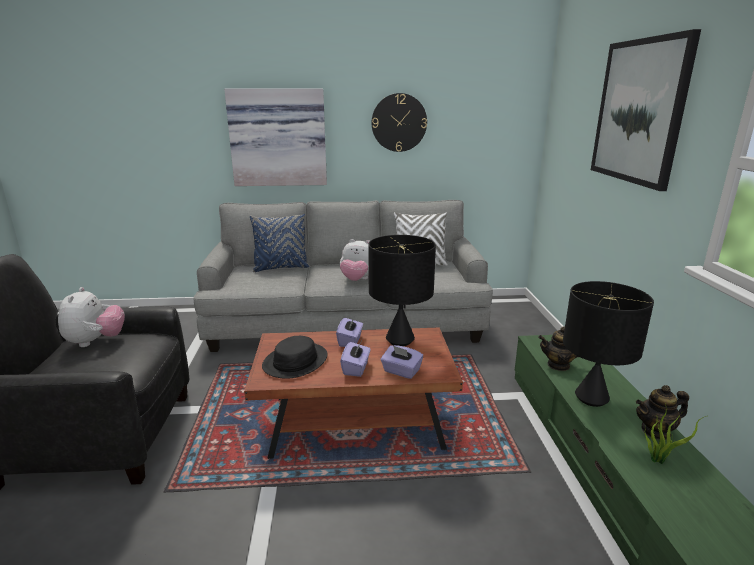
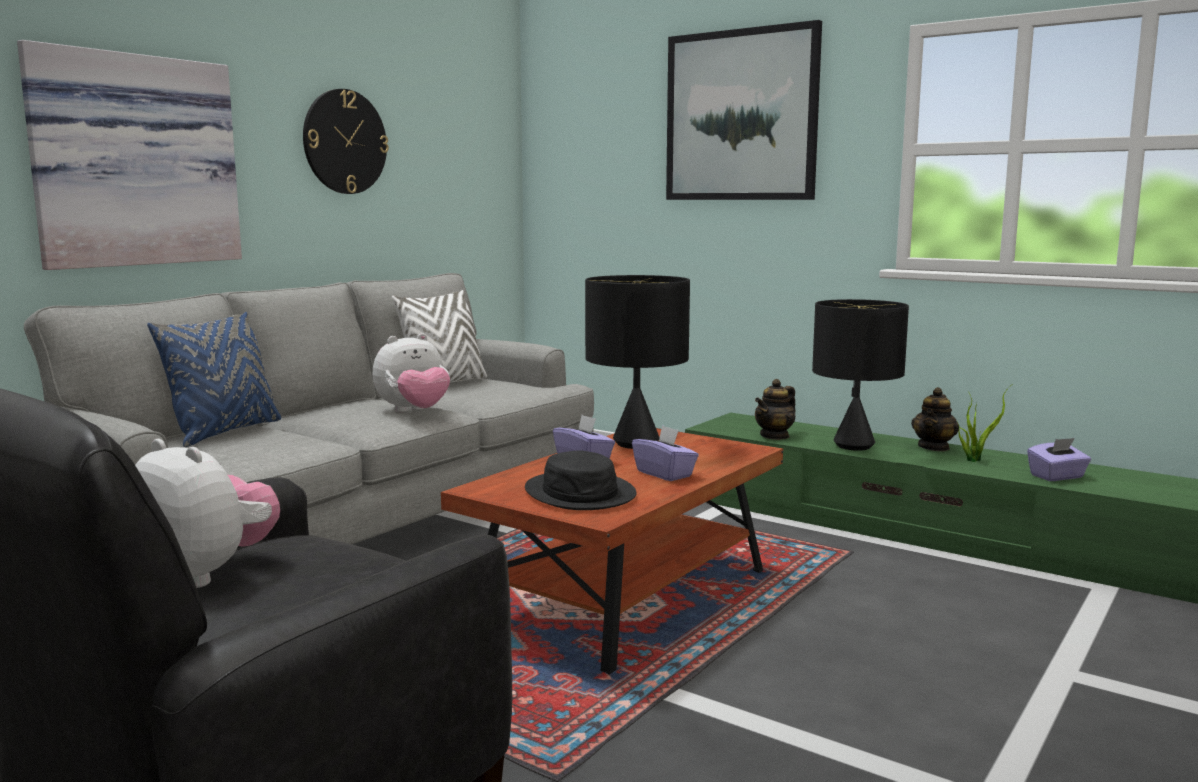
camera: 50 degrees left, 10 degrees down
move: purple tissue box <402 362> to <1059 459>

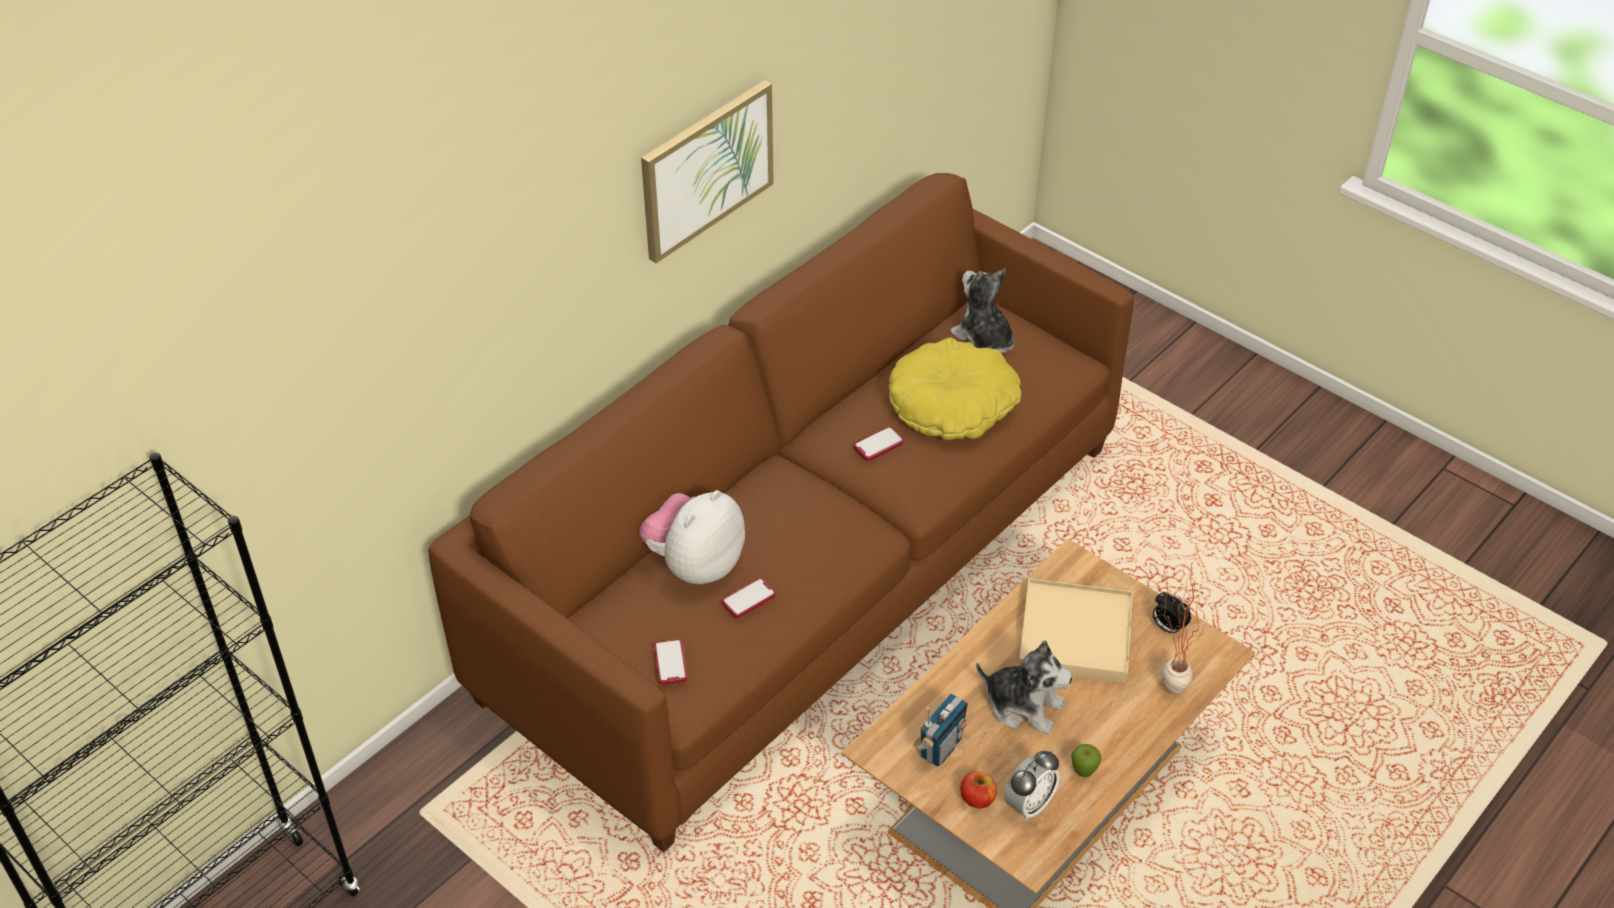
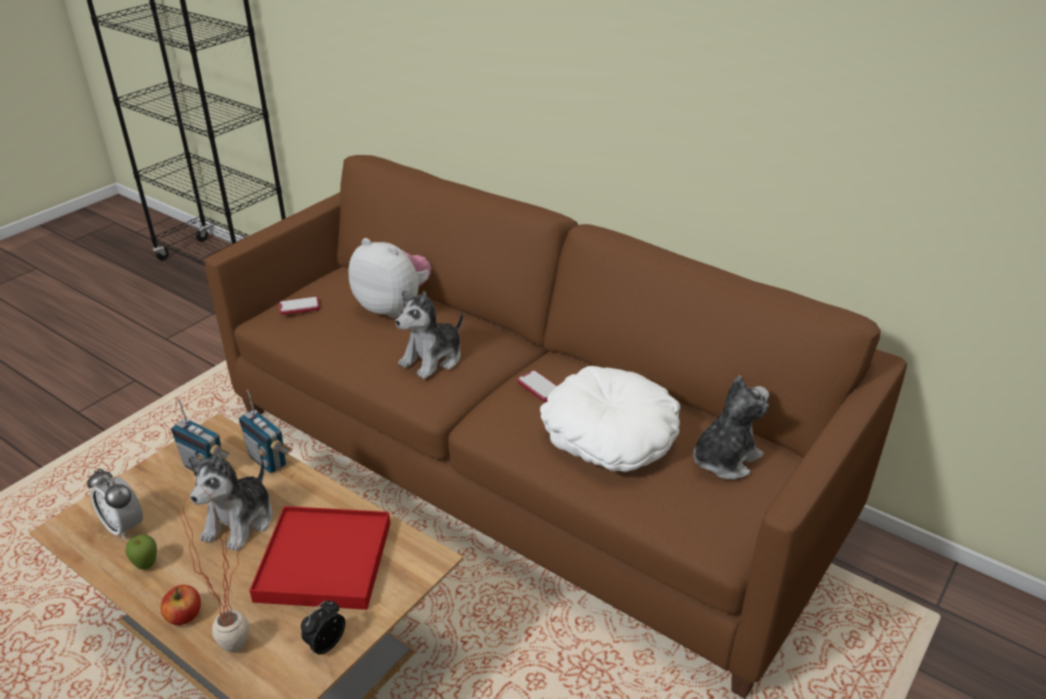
camera: 85 degrees right, 10 degrees down
delete: picture <707 171>; phone <749 598>
insert: plush toy <429 334>; radio <265 431>
move: apple <978 790> to <181 605>
recolor: yellow pillow <955 389> to white pillow <610 419>; beige tray <1076 630> to red tray <319 558>

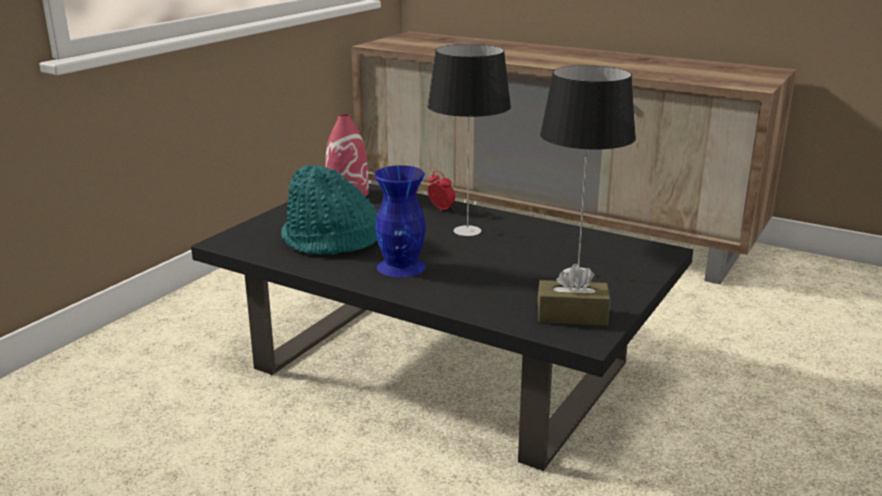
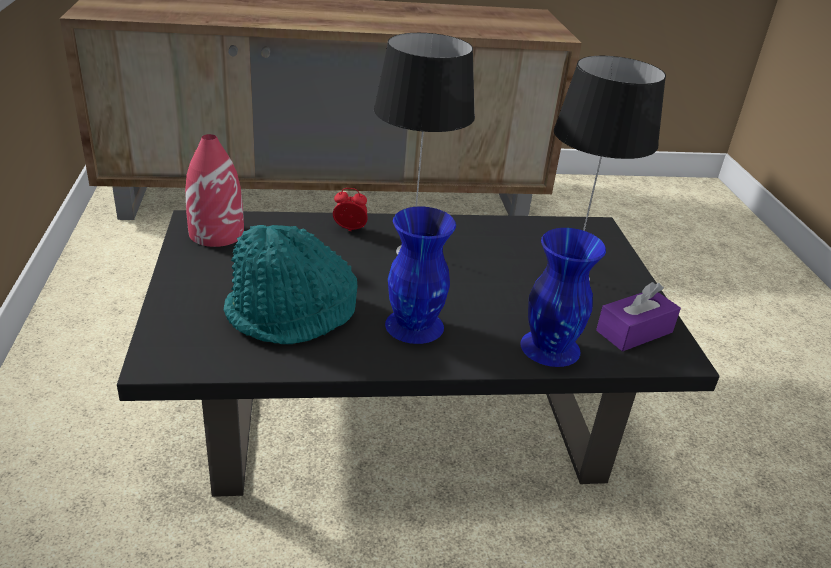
camera: 40 degrees left, 10 degrees up
insert: blue vase <563 297>
recolor: brown tissue box <574 295> to purple tissue box <638 316>

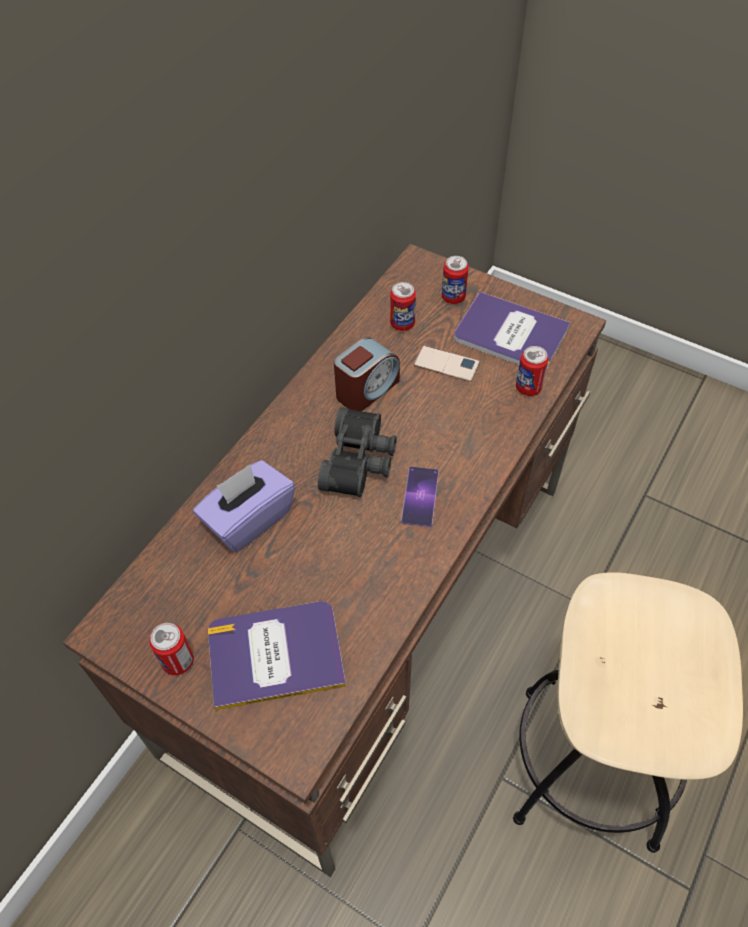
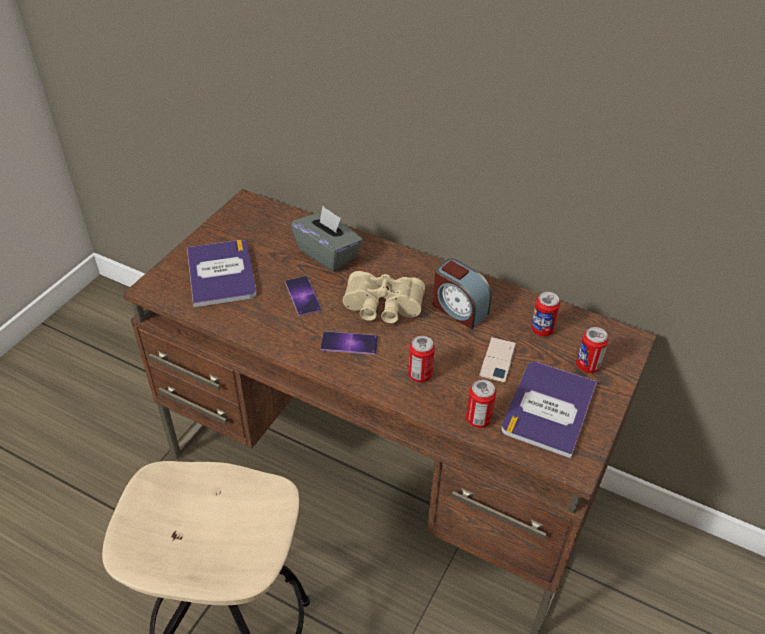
camera: 85 degrees right, 10 degrees down
insert: phone <303 296>
move: can <171 649> to <421 359>
recolor: black binoculars <357 452> to beige binoculars <384 297>; purple tissue box <244 506> to grey tissue box <327 239>

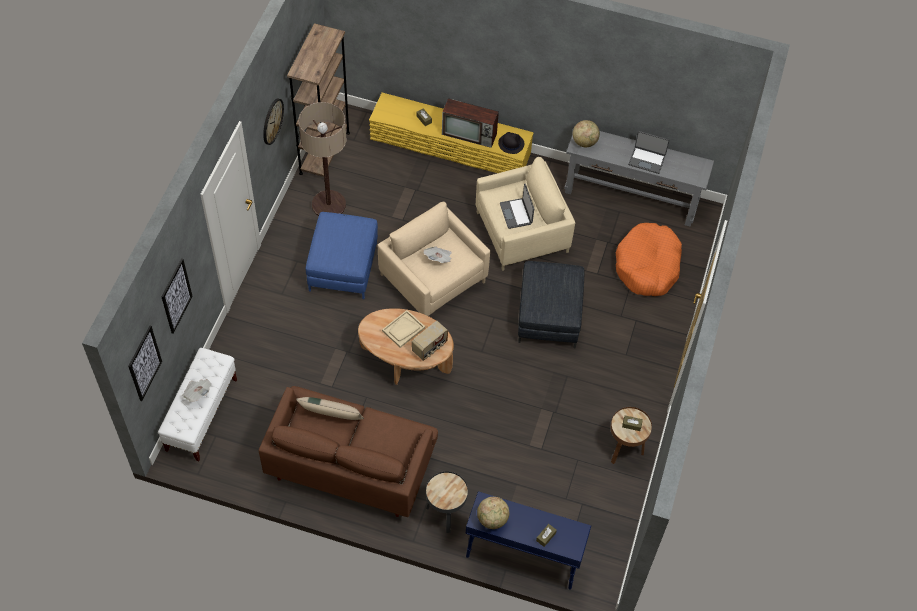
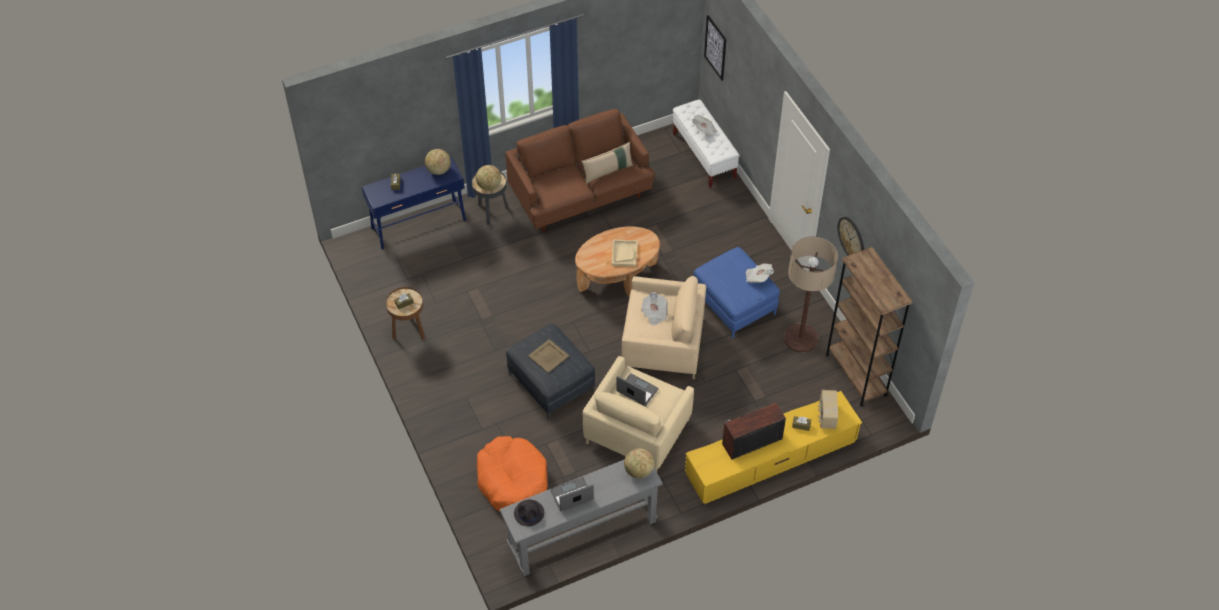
camera: 140 degrees right, 5 degrees down
delete: picture <176 296>
insert: globe <488 178>; newspaper <760 273>; beige tray <548 356>
move: black hat <511 143> to <529 513>; radio <430 341> to <828 409>

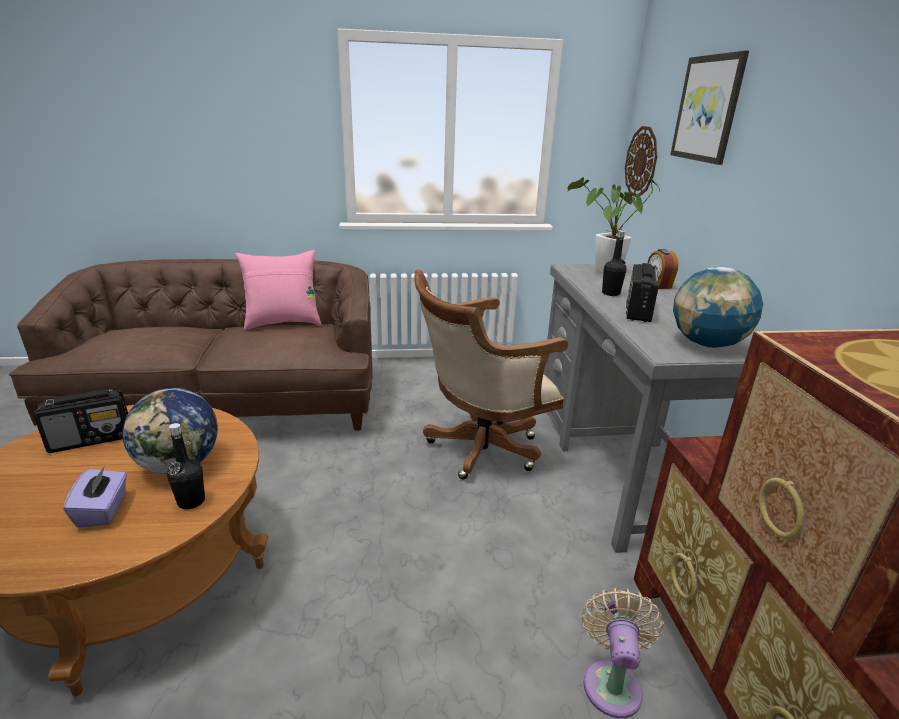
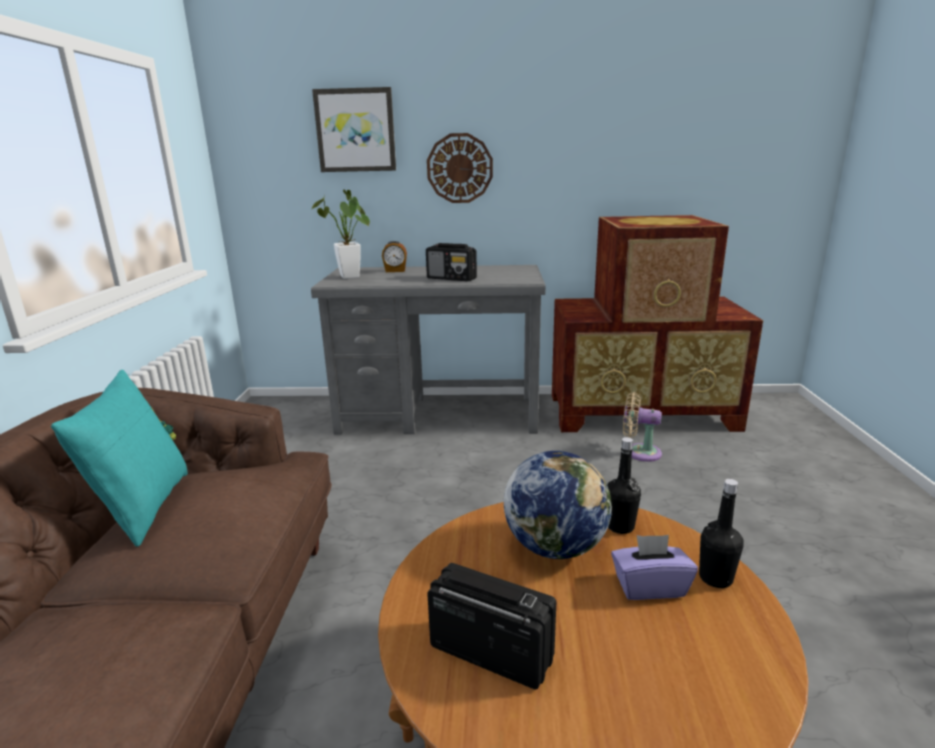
camera: 80 degrees left, 5 degrees down
delete: globe <718 307>; office chair <491 374>
move: wall clock <641 161> to <460 168>; black bottle <614 263> to <721 533>
recolor: pink pillow <278 290> to turquoise pillow <119 458>
rotate: radio <81 421> = <491 626> 45 degrees counterclockwise

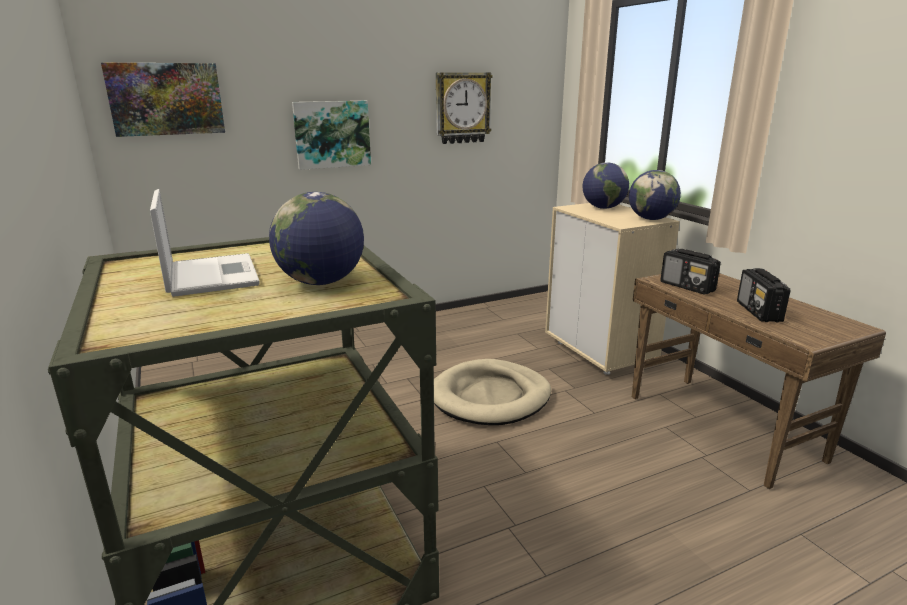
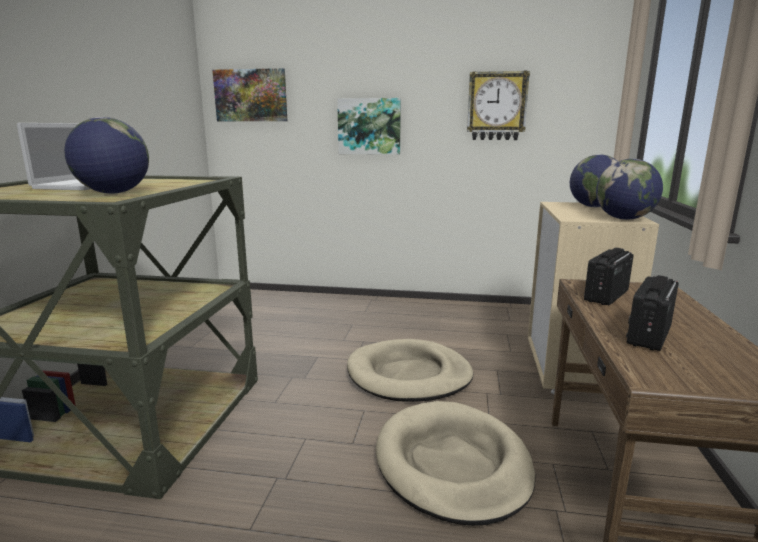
camera: 35 degrees right, 5 degrees down
insert: beige dog bed <456 463>
rotate: radio <690 272> = <609 276> 45 degrees clockwise

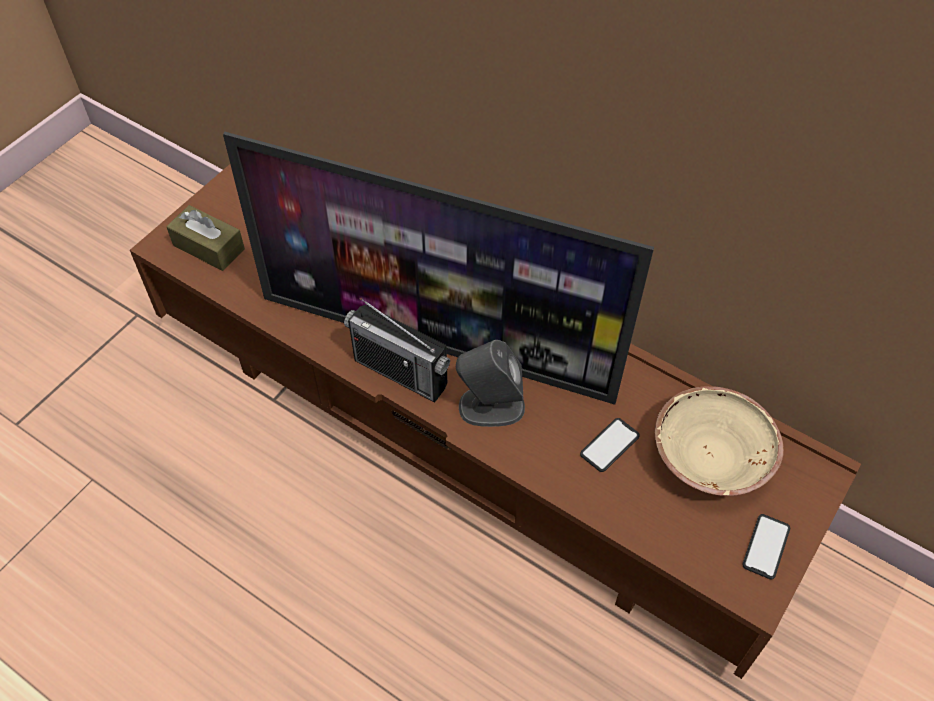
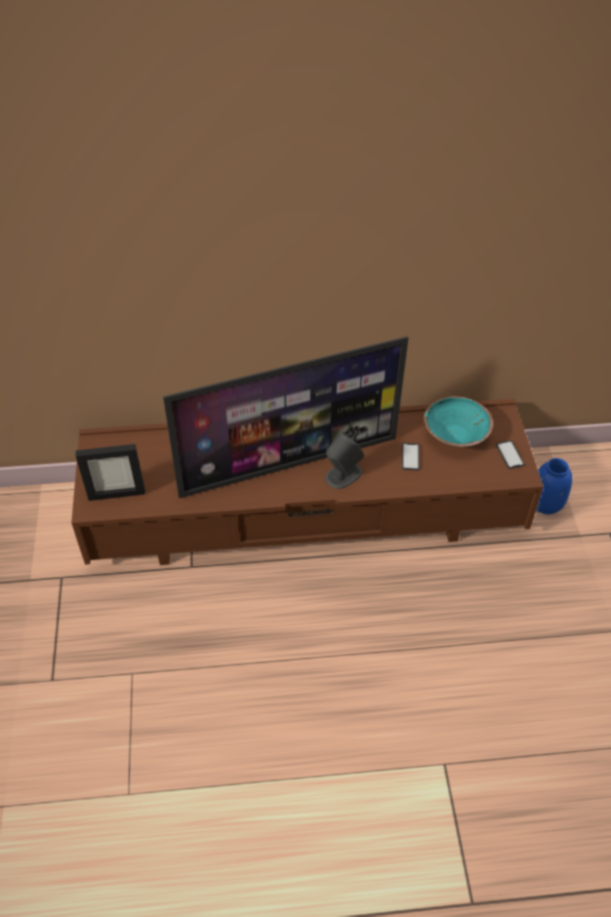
camera: 40 degrees left, 5 degrees down
delete: radio <397 350>
insert: blue vase <554 486>
replace: brown tissue box <205 238> to picture frame <110 472>
recolor: beige bowl <719 441> to turquoise bowl <458 421>

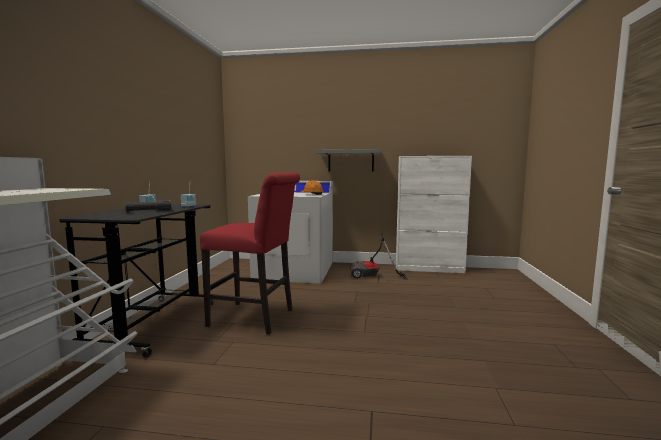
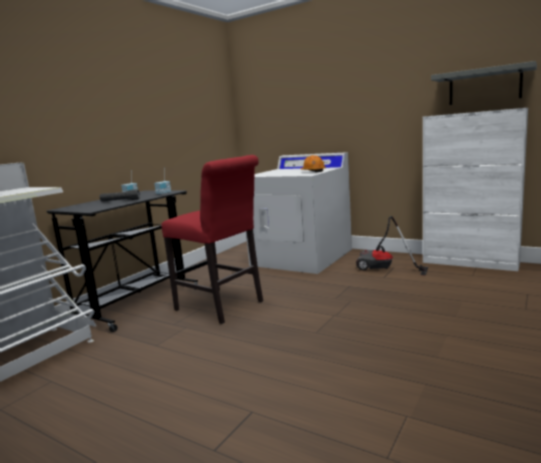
camera: 25 degrees right, 5 degrees up
move: grey shelf <349 160> to <484 83>

